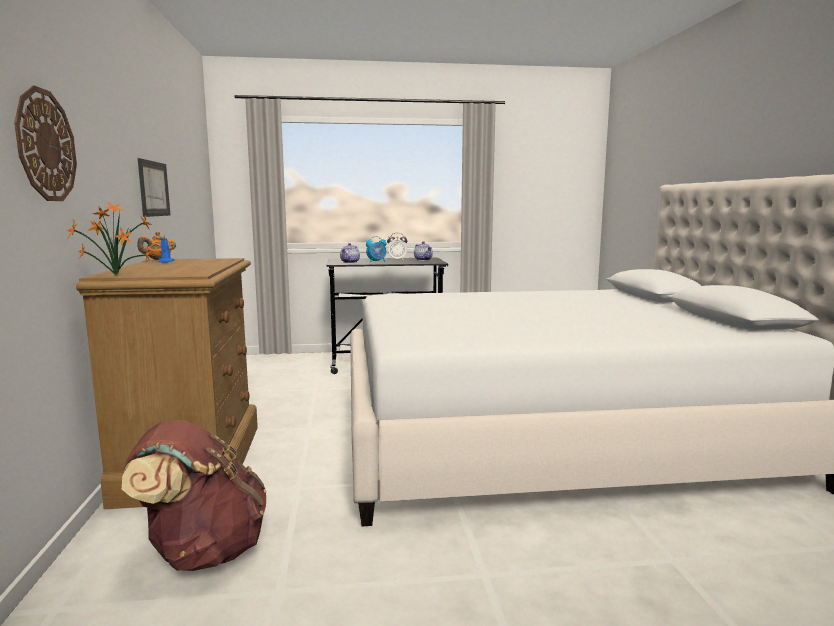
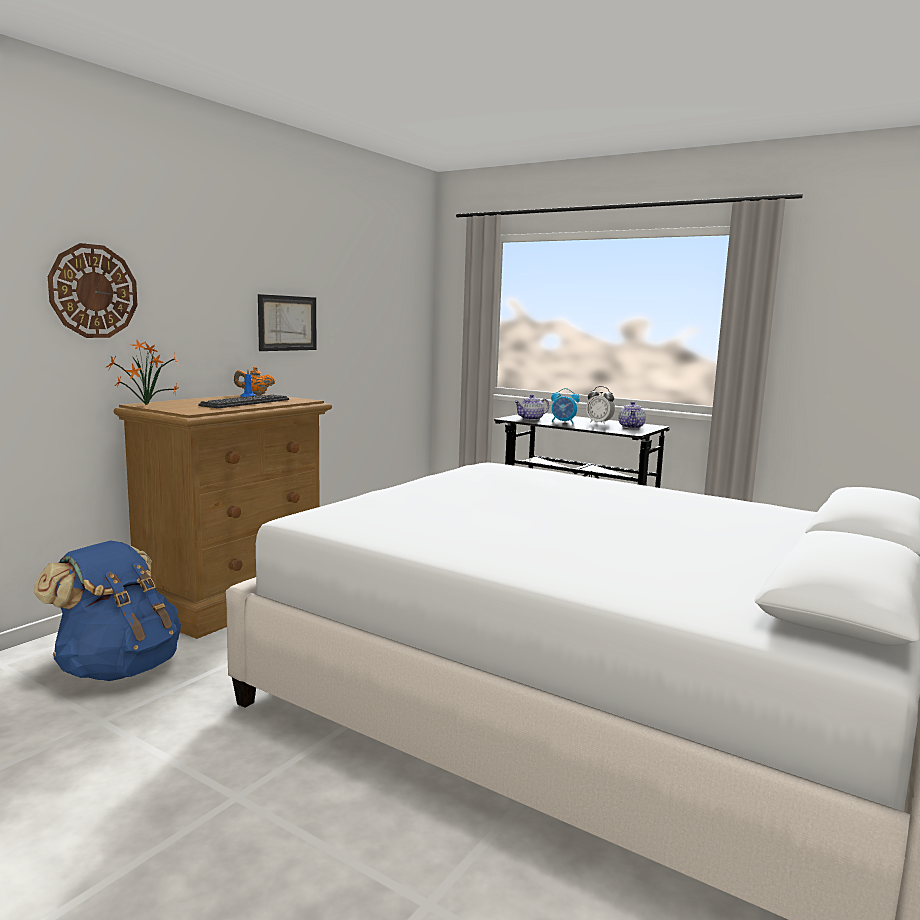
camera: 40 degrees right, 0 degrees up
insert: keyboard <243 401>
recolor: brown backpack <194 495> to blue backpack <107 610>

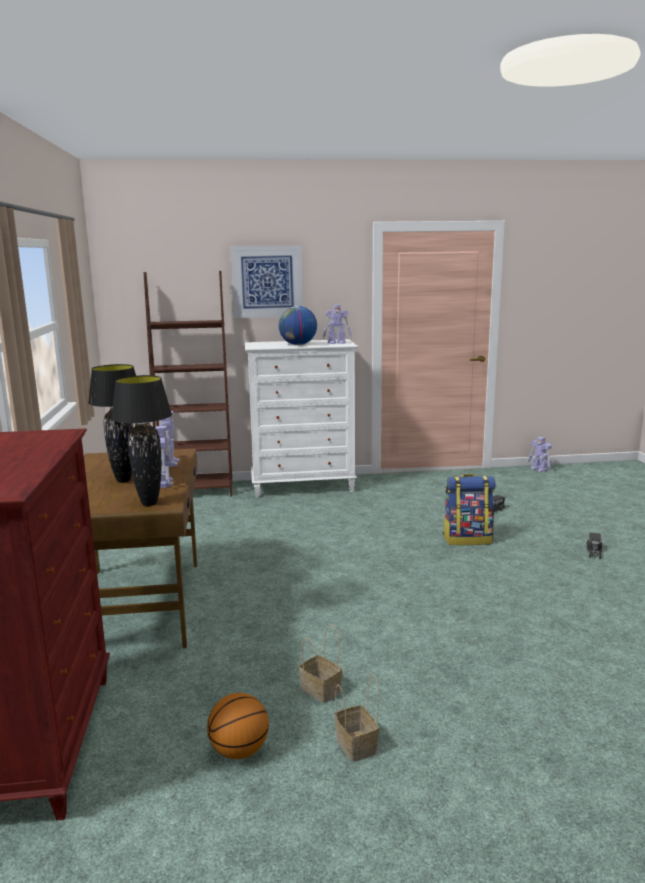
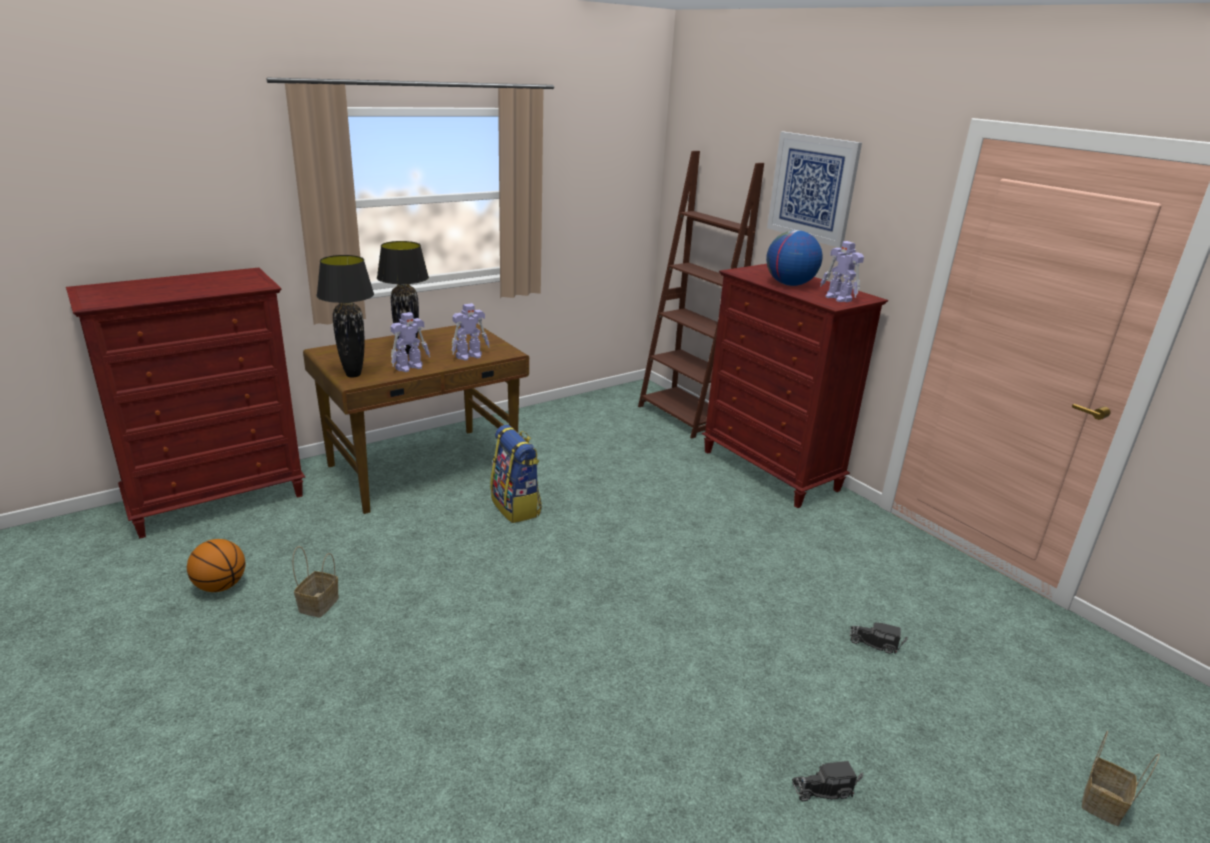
camera: 60 degrees right, 10 degrees up
delete: toy robot <539 454>
move: backpack <469 509> to <516 474>; basket <356 718> to <1120 778>
recolor: white dresser <301 418> to red dresser <795 386>

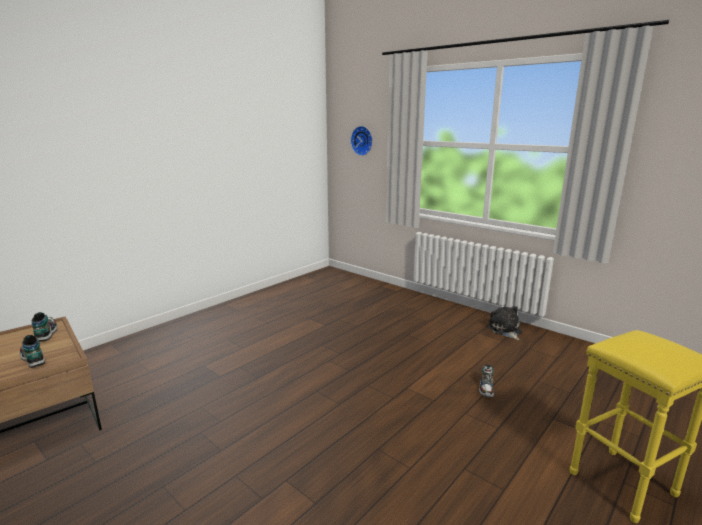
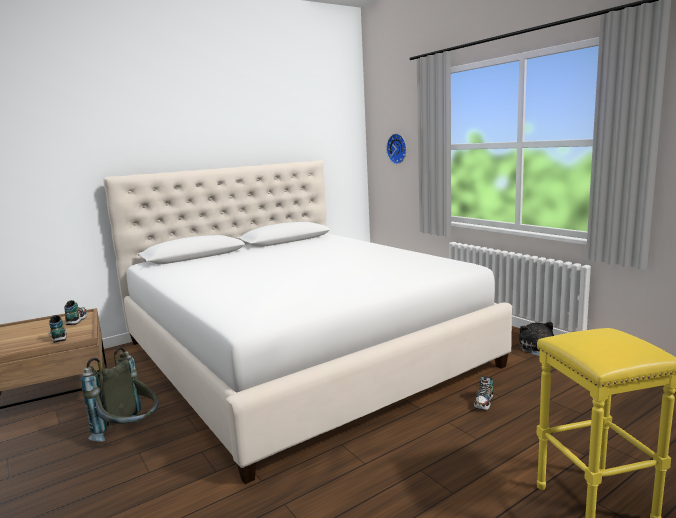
camera: 15 degrees right, 5 degrees down
insert: white bed <307 322>; grey backpack <120 394>

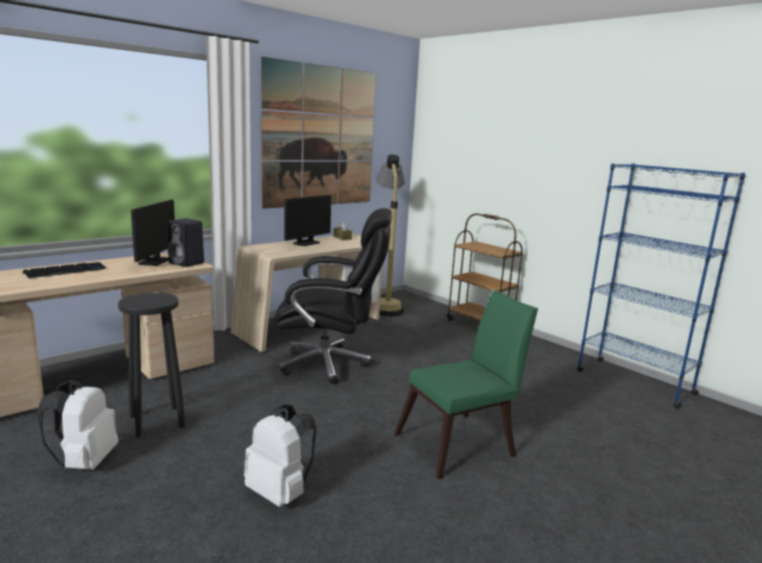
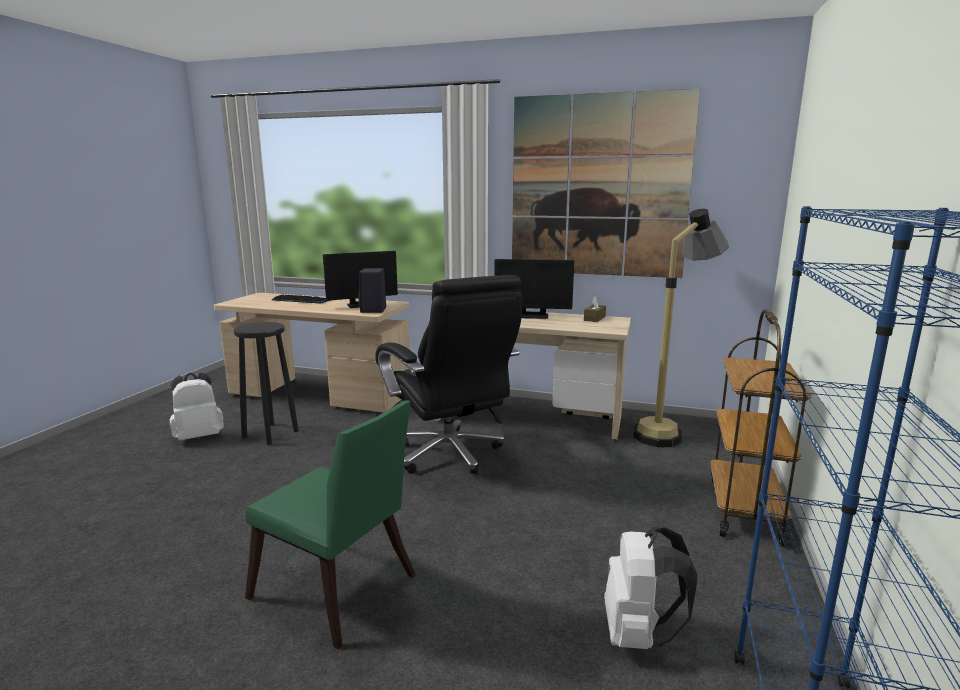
camera: 60 degrees right, 0 degrees up
move: white backpack <280 455> to <651 587>

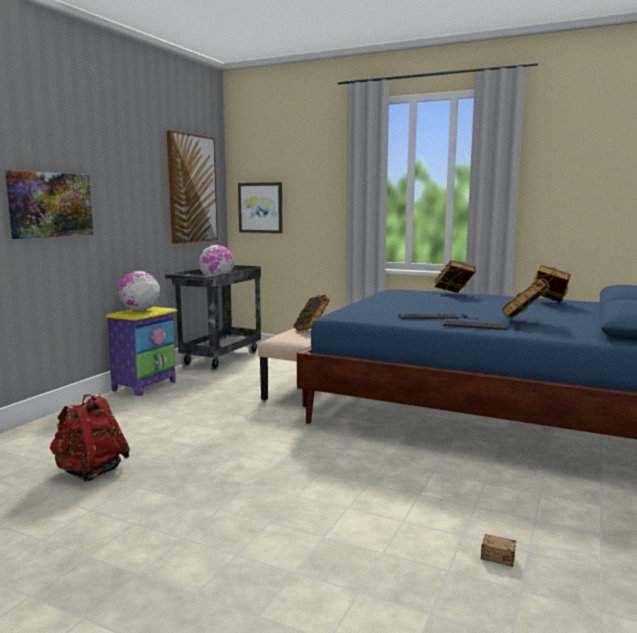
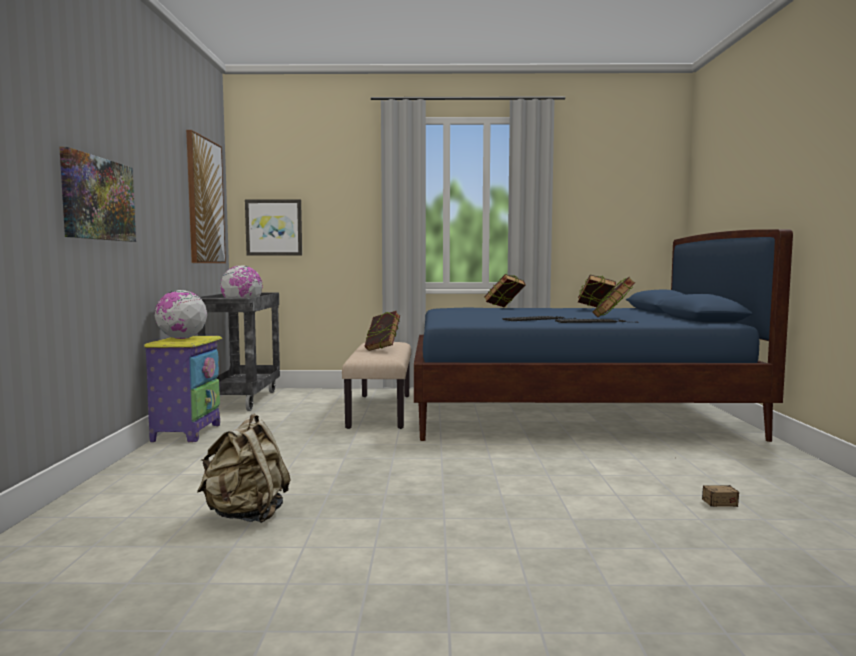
camera: 25 degrees left, 5 degrees down
recolor: red backpack <90 438> to beige backpack <244 468>

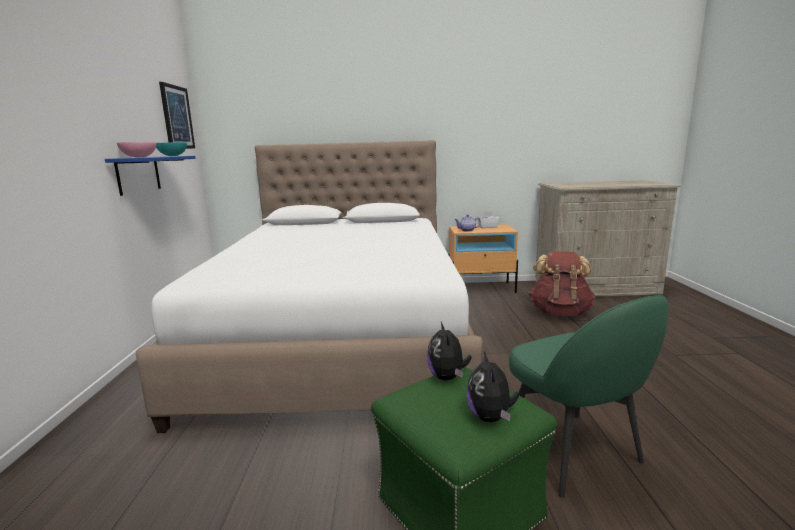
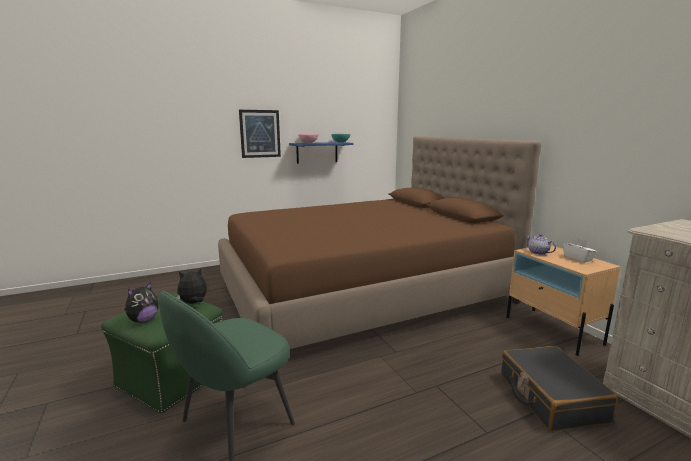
camera: 65 degrees right, 0 degrees up
move: picture <177 115> to <260 134>
replace: brown backpack <562 283> to black suitcase <559 388>
recolor: white bed <309 286> to brown bed <379 242>
rotate: plush toy <493 387> = <142 302> 150 degrees clockwise

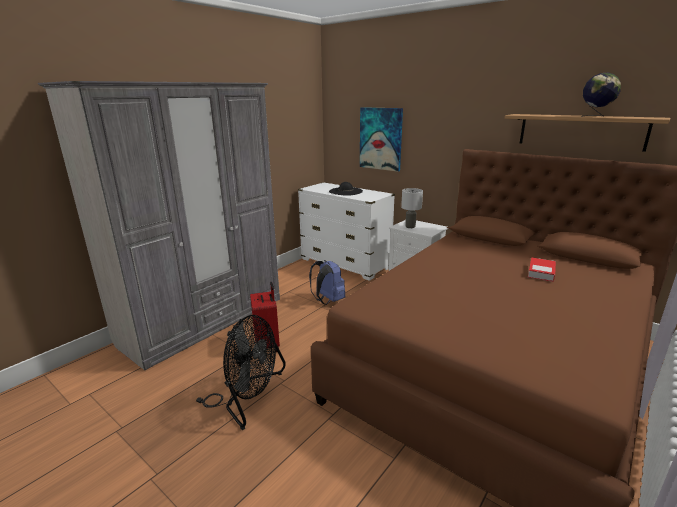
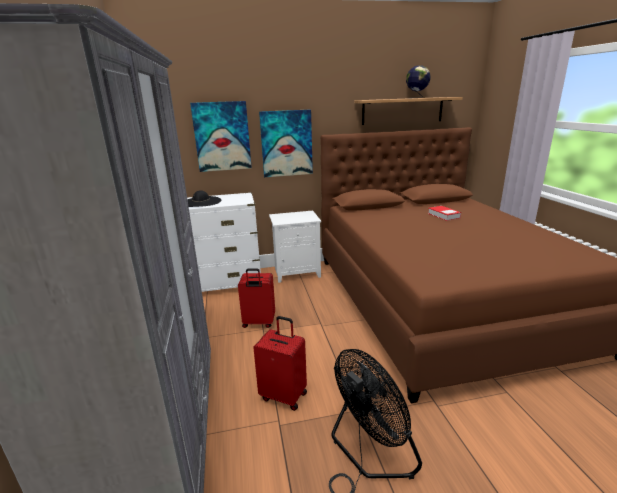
camera: 50 degrees left, 0 degrees up
delete: white table lamp <412 208>
insert: picture <286 143>
replace: blue backpack <327 282> to red suitcase <256 298>

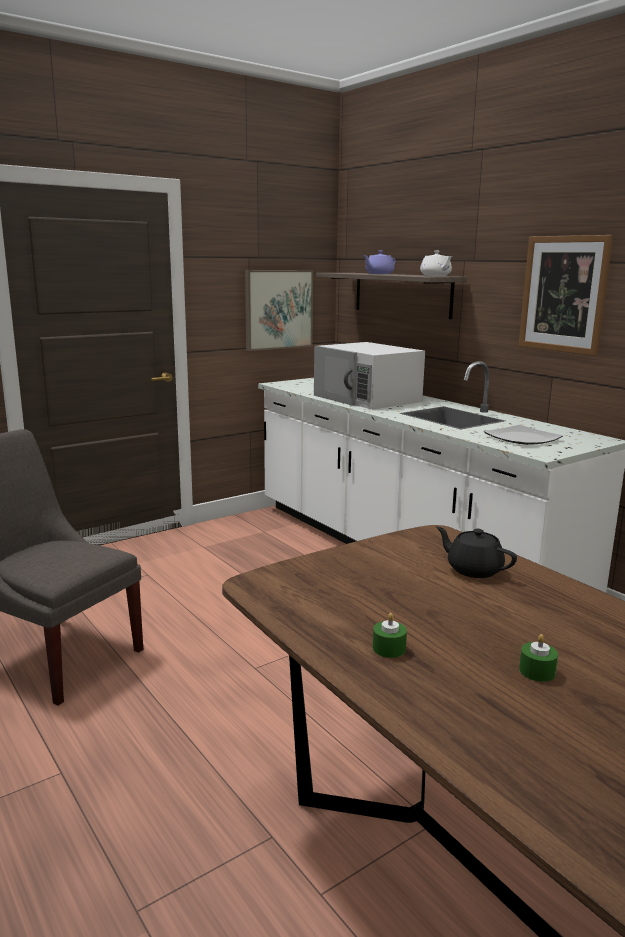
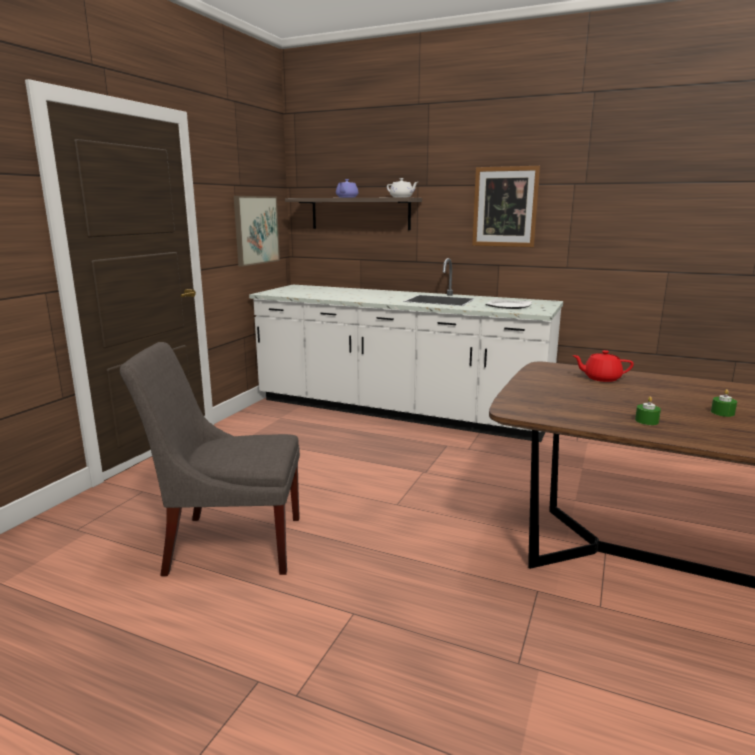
camera: 30 degrees left, 0 degrees up
delete: white microwave <369 376>
recolor: black teapot <476 552> to red teapot <603 366>

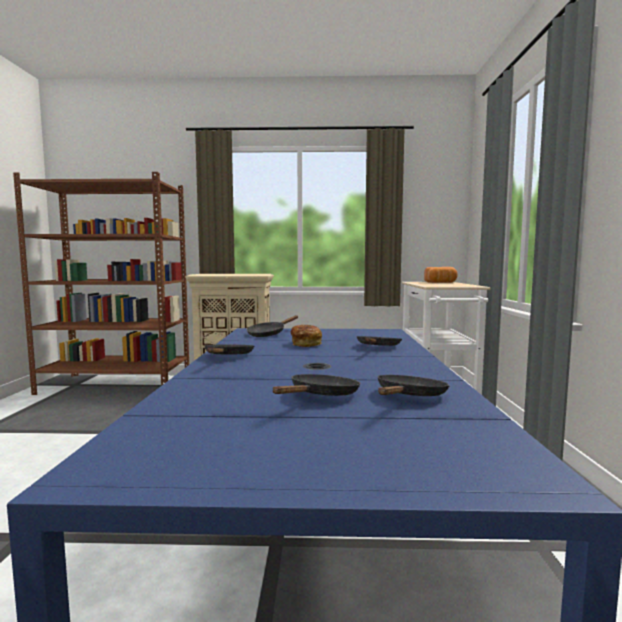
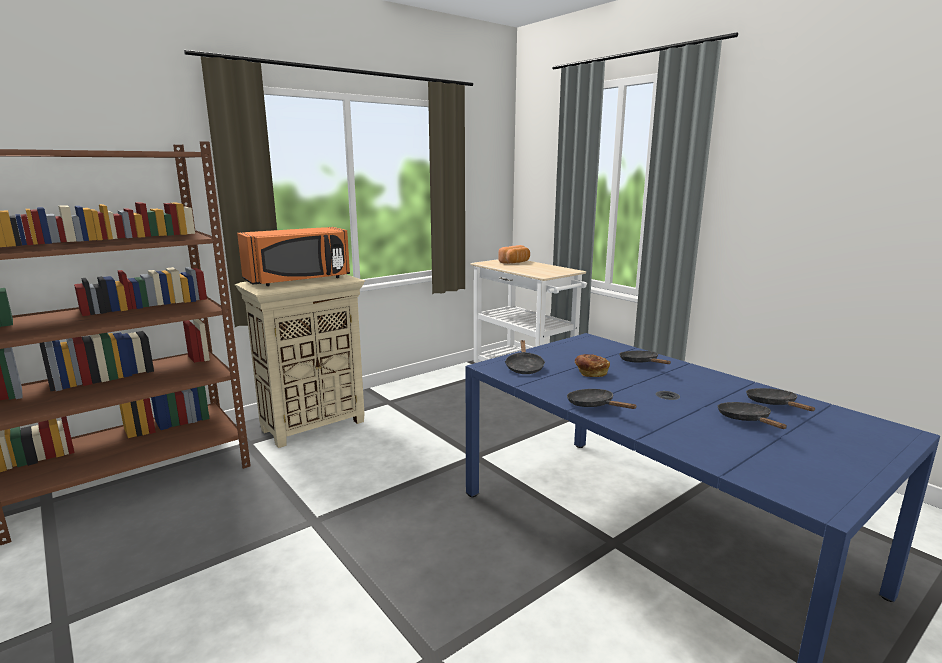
camera: 40 degrees left, 10 degrees up
insert: orange microwave <293 256>

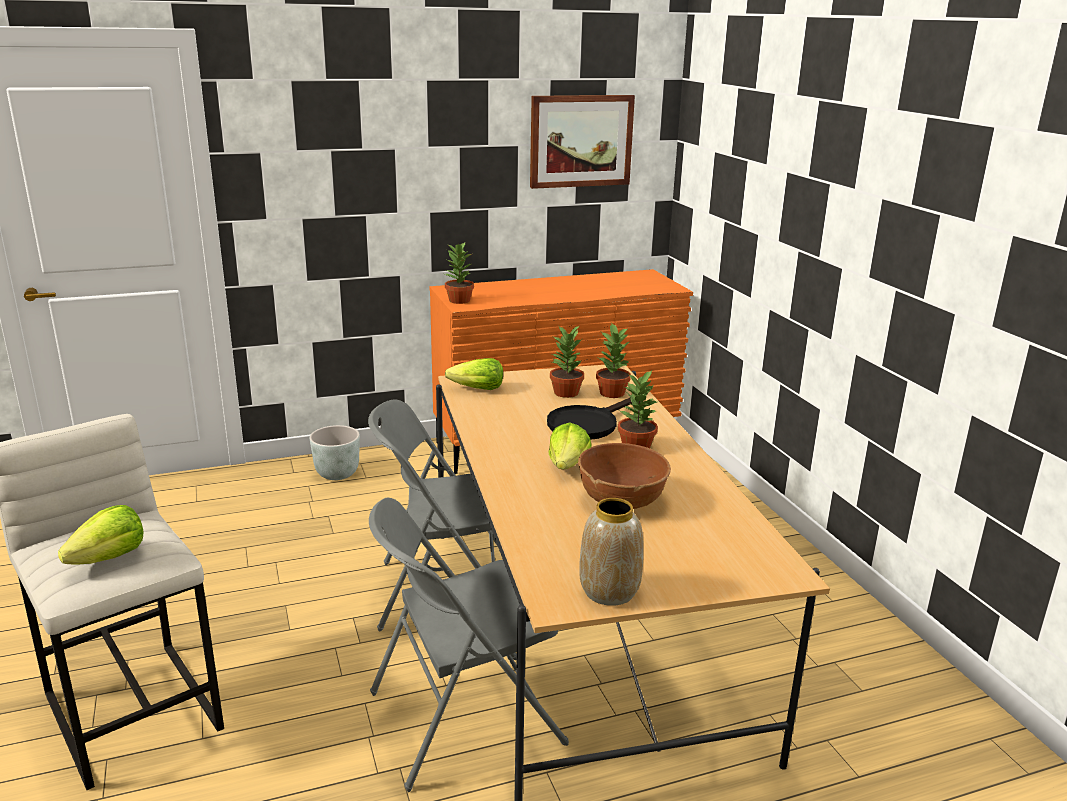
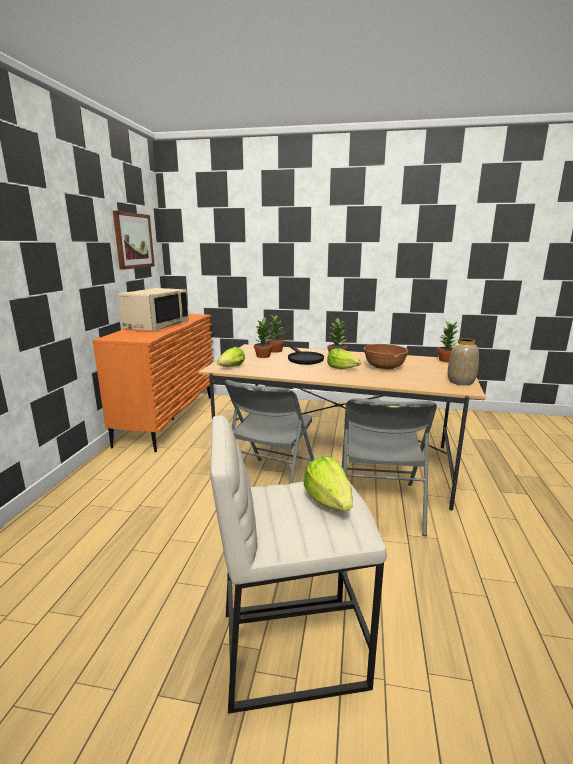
camera: 60 degrees left, 5 degrees down
delete: grey planter <335 452>
insert: beige microwave <153 309>
move: potted plant <459 273> to <447 341>

